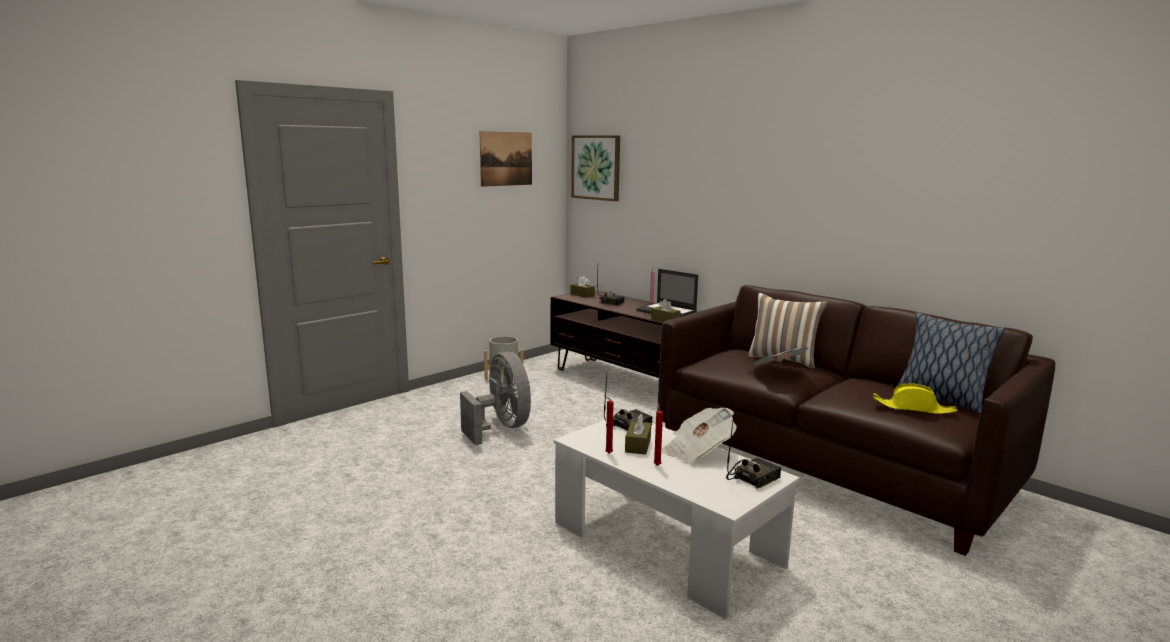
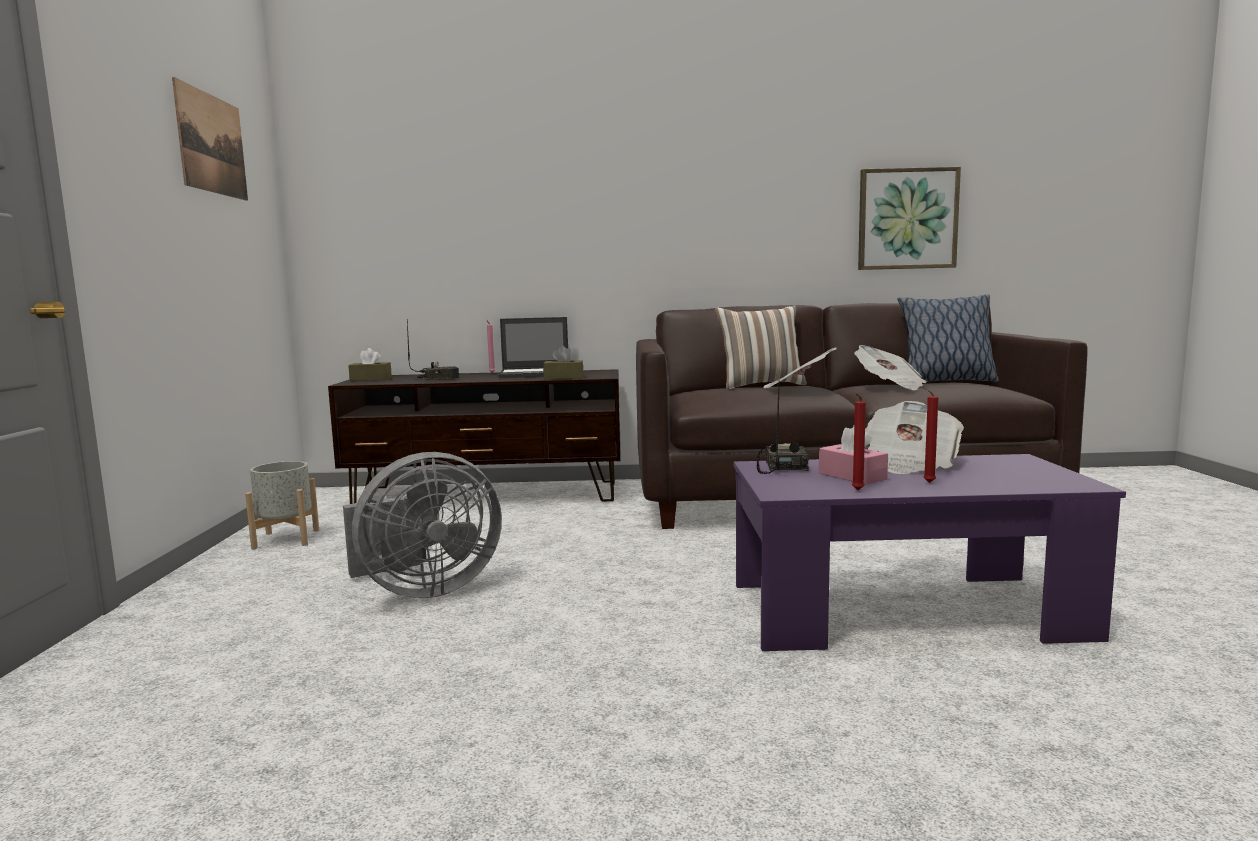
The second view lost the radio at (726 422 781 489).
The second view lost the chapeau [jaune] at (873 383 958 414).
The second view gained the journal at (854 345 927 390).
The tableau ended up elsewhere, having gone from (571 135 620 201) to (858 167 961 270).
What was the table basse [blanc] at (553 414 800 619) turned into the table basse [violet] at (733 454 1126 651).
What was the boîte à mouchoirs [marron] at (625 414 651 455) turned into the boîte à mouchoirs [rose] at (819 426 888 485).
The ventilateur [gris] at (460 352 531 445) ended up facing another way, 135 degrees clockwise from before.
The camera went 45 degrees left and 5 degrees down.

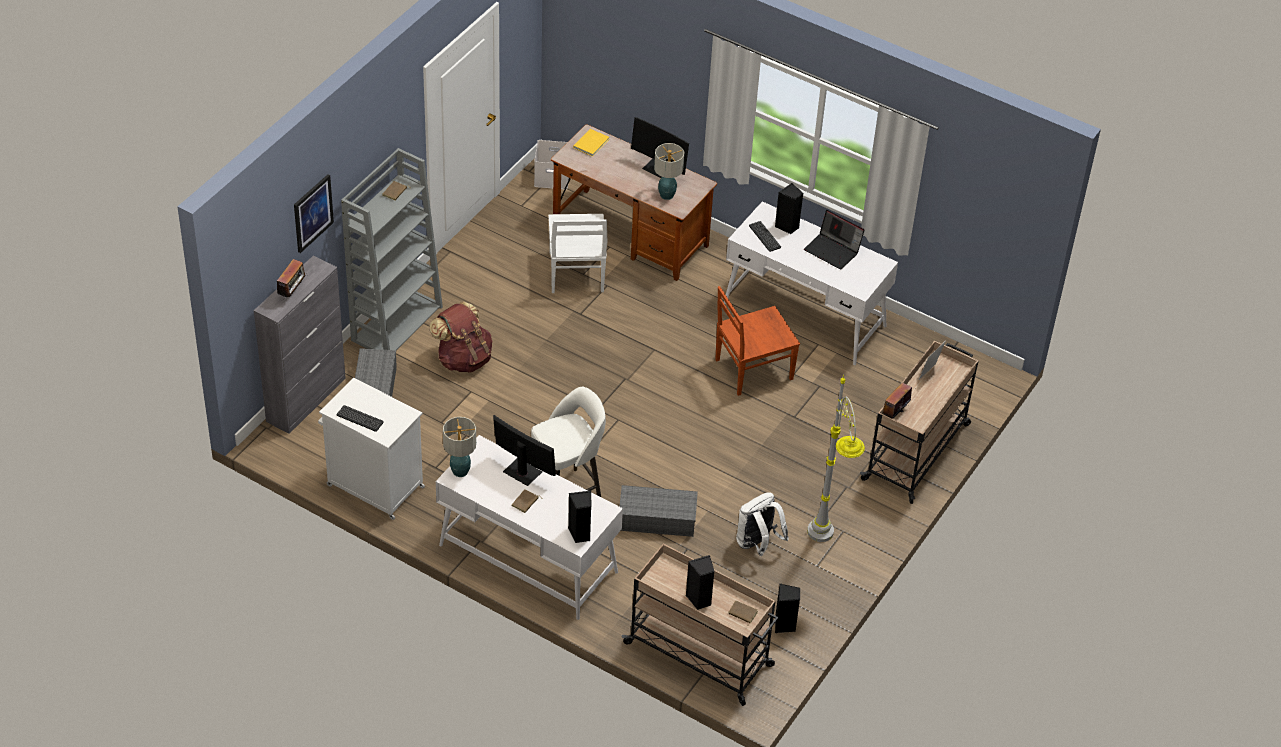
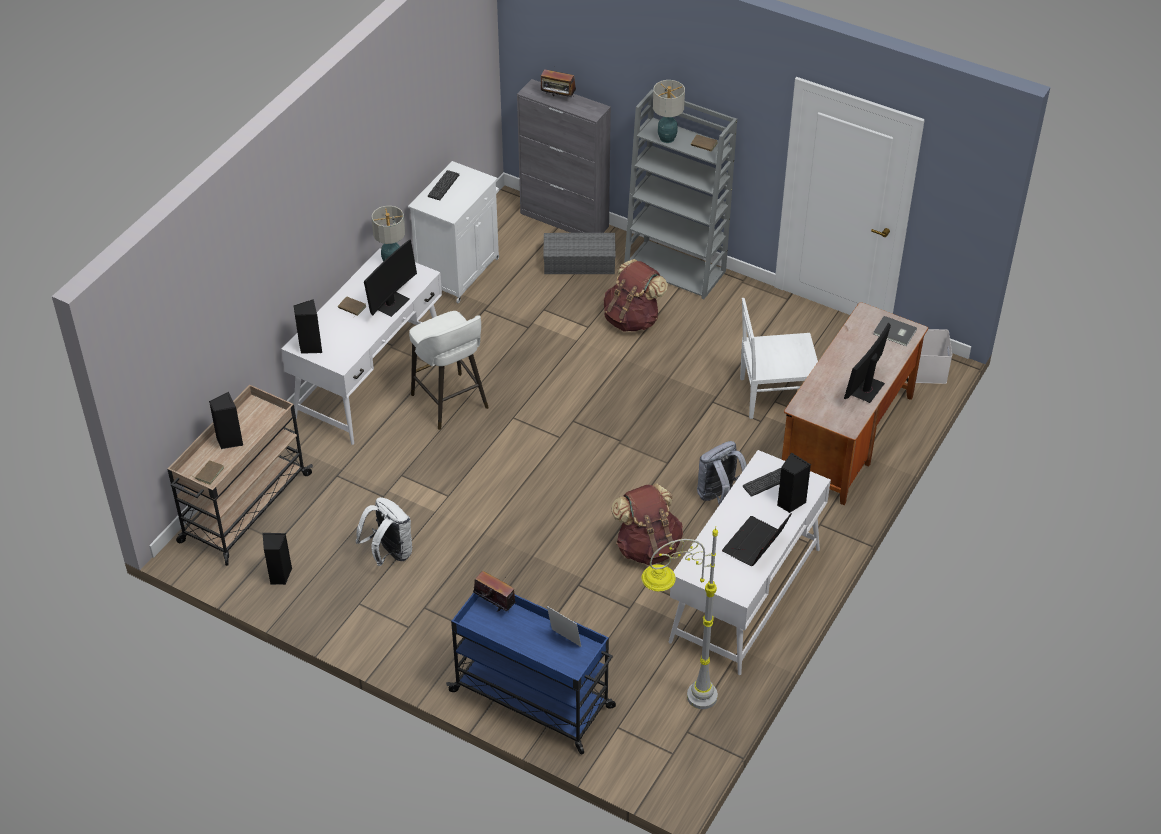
The second view lost the tableau at (294 174 334 253).
The second view lost the boîte de rangement [gris] at (619 485 698 537).
The second view gained the sac à dos [gris] at (697 441 747 505).
The lampe de table ended up elsewhere, having gone from (654 143 684 200) to (653 80 685 143).
The lampadaire [gris] ended up elsewhere, having gone from (807 375 865 542) to (641 526 718 709).
Where the chaise [marron] stood at (715 286 800 396), the sac à dos [marron] came to stand at (611 483 683 565).
What was the livre [jaune] at (573 129 609 156) turned into the livre [gris] at (874 316 917 346).
What was the chariot [beige] at (860 340 979 504) turned into the chariot [bleu] at (446 593 616 755).
The camera went 90 degrees right and 0 degrees up.

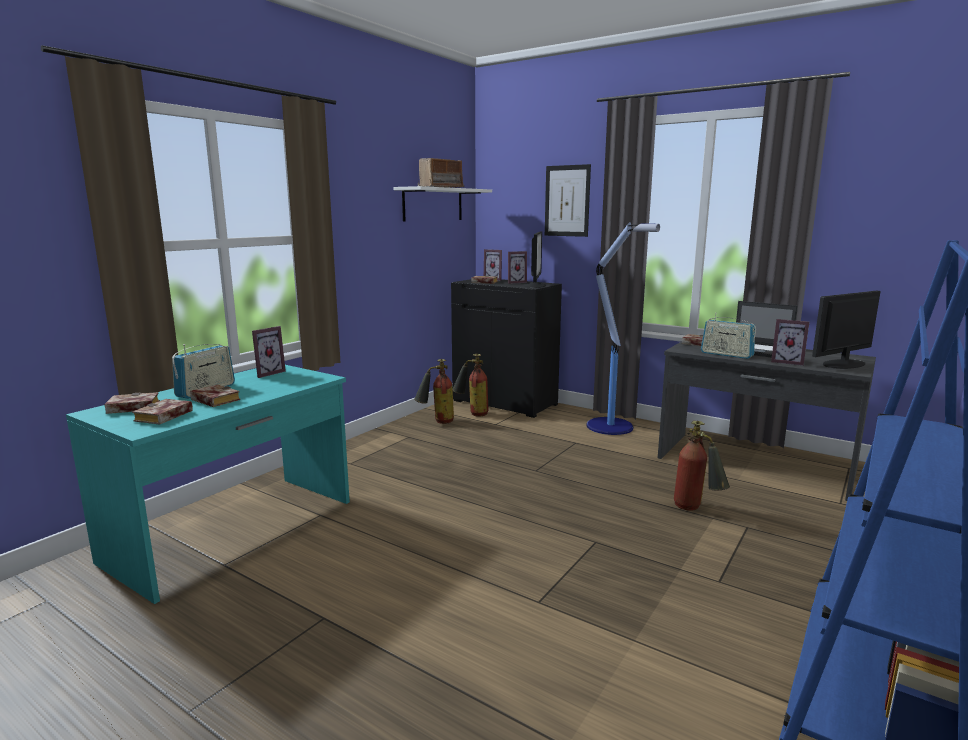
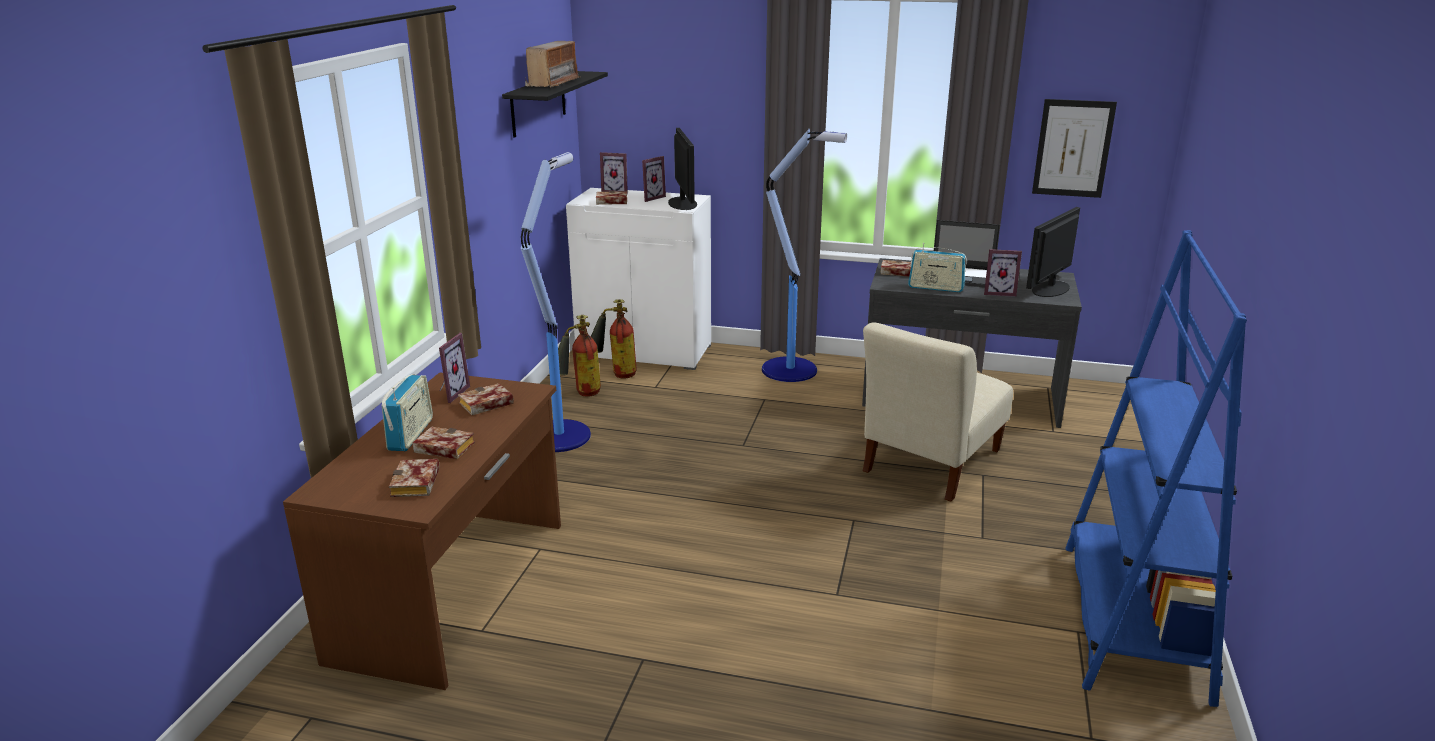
The second view gained the lampadaire at (521 152 591 452).
The livre ended up elsewhere, having gone from (104 392 160 414) to (458 383 514 415).
The tableau ended up elsewhere, having gone from (545 164 591 237) to (1032 99 1117 198).
Where the extincteur stood at (674 421 730 511), the chaise [beige] came to stand at (863 323 1013 502).
What was the bureau [turquoise] at (66 365 350 604) turned into the bureau [marron] at (283 372 561 690).
What was the étagère [blanc] at (394 186 492 221) turned into the étagère [noir] at (502 71 608 138).
What was the meuble de rangement [noir] at (451 279 562 418) turned into the meuble de rangement [blanc] at (566 188 711 370).
The camera went 20 degrees left and 10 degrees up.

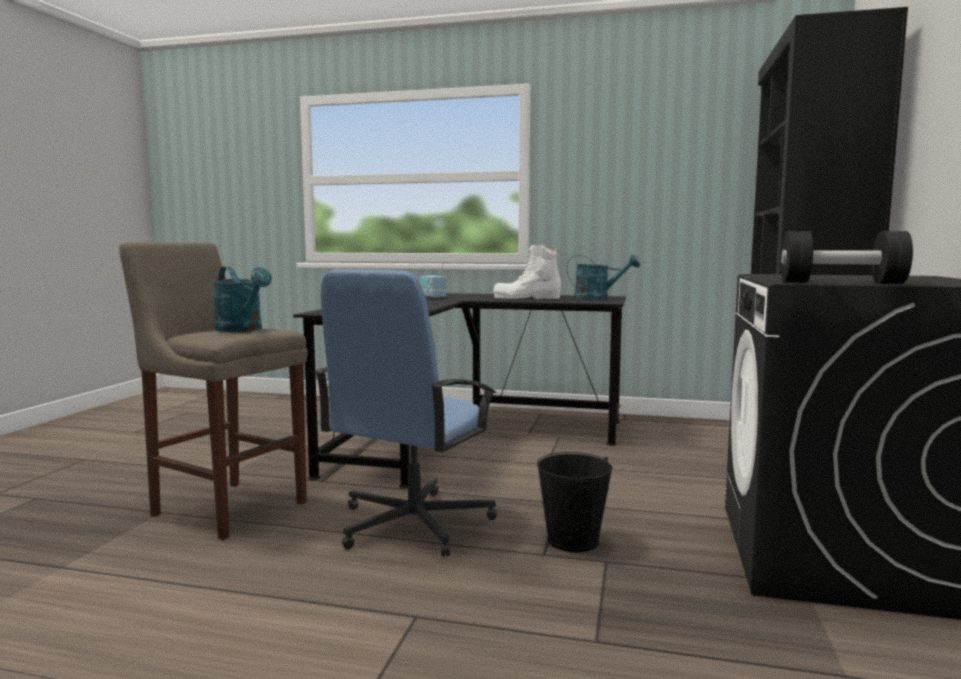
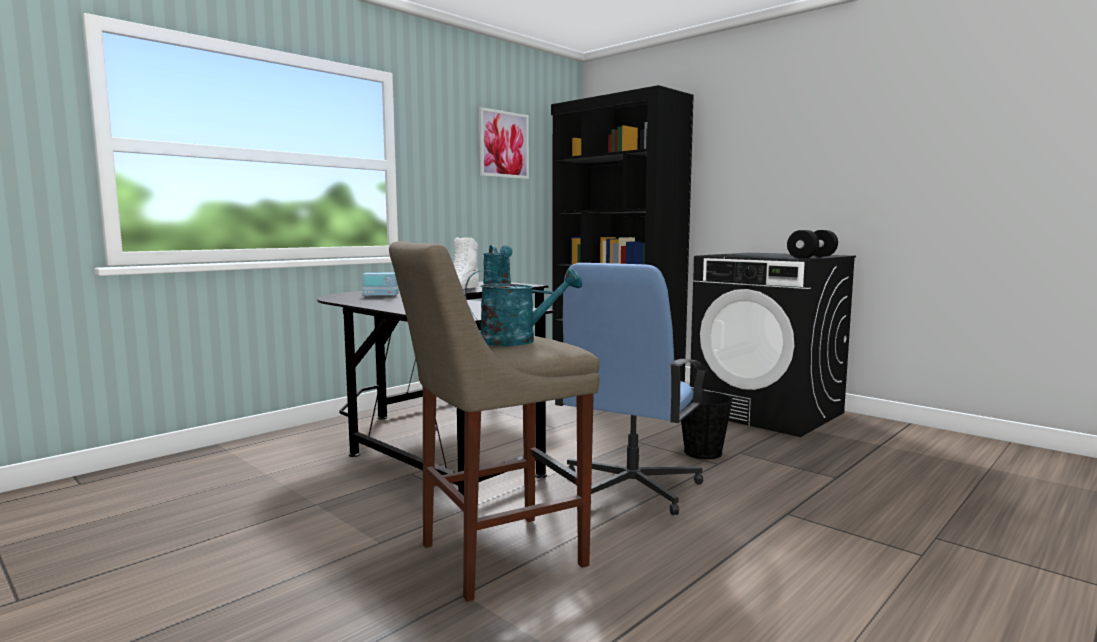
The second view gained the tableau at (479 107 529 179).
The chaise de bureau [bleu] at (314 269 497 557) ended up facing another way, 60 degrees clockwise from before.
The arrosoir [turquoise] at (567 254 640 300) ended up facing another way, 120 degrees clockwise from before.
The camera went 60 degrees left and 0 degrees up.

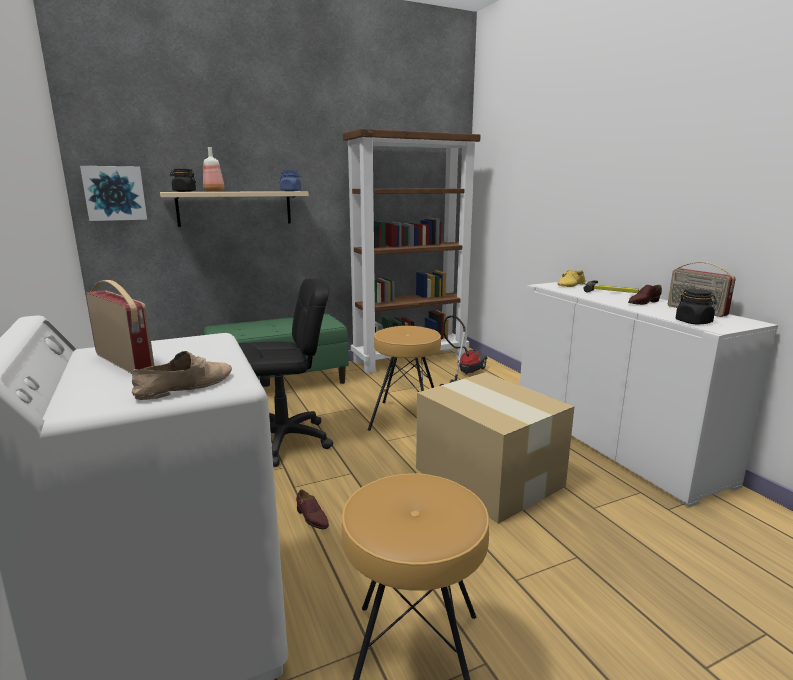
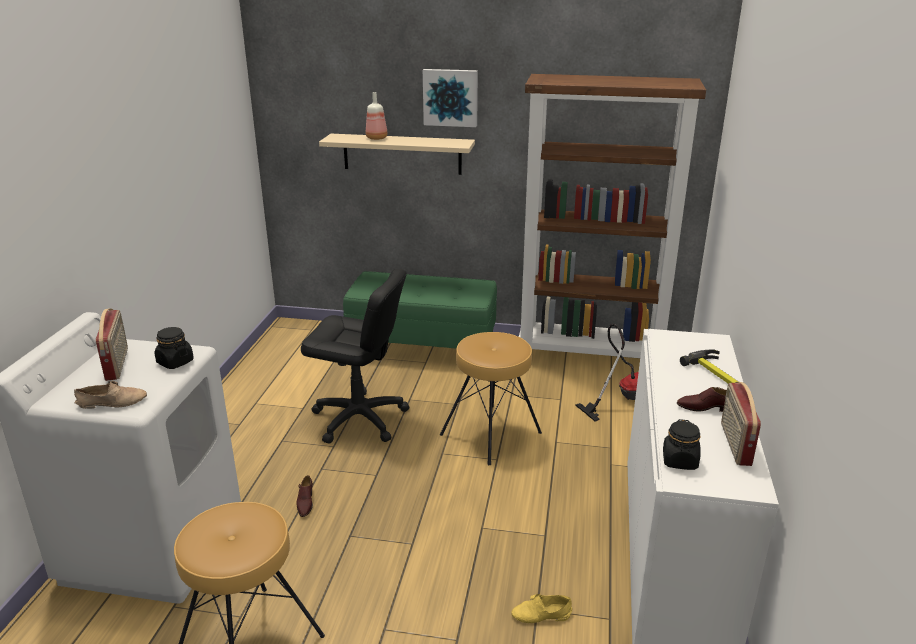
The second view lost the bocal [bleu] at (280 170 301 191).
The second view lost the carton at (416 372 575 523).
The tableau ended up elsewhere, having gone from (80 166 147 221) to (423 69 478 127).
The bocal [noir] ended up elsewhere, having gone from (170 169 196 192) to (155 327 194 369).
The chaussure [jaune] ended up elsewhere, having gone from (557 270 586 287) to (511 594 572 623).
The camera went 35 degrees right and 10 degrees up.

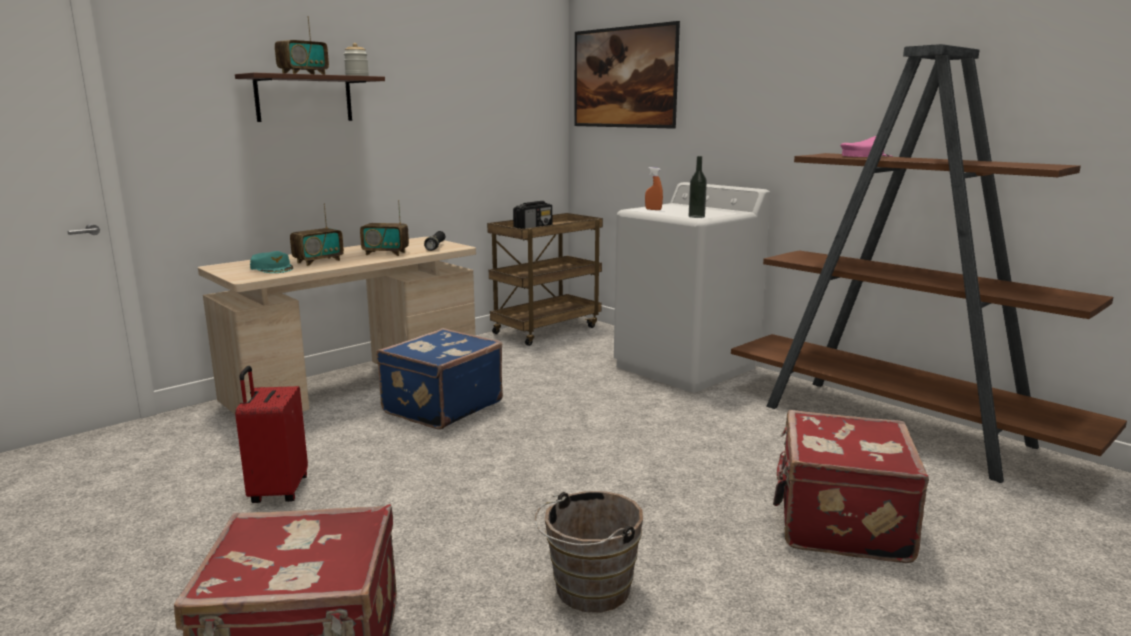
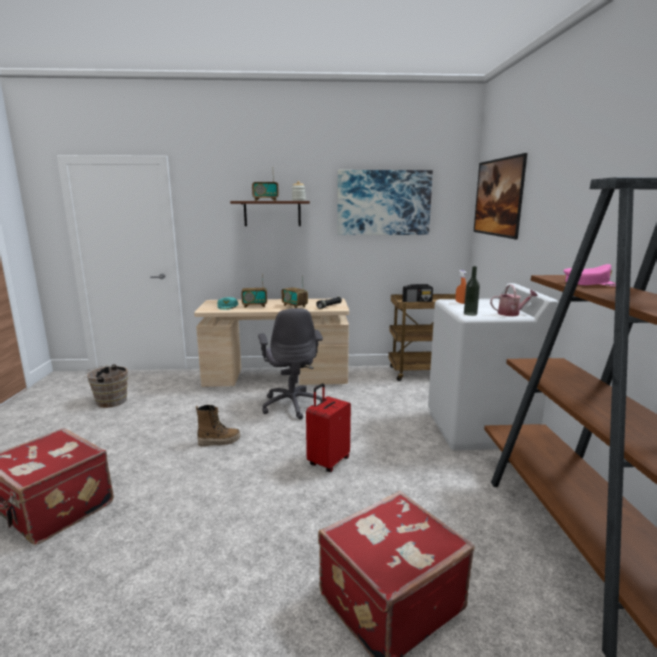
The second view gained the botte at (196 405 240 447).
The second view gained the tableau at (337 170 433 235).
The second view gained the arrosoir at (490 284 538 316).
The valise [rouge] ended up elsewhere, having gone from (235 366 308 503) to (306 384 351 472).
The seau [marron] ended up elsewhere, having gone from (535 491 643 613) to (83 364 128 408).
Where the valise [bleu] stood at (376 328 503 430), the chaise de bureau [gris] came to stand at (258 308 323 419).
The camera went 40 degrees right and 0 degrees up.

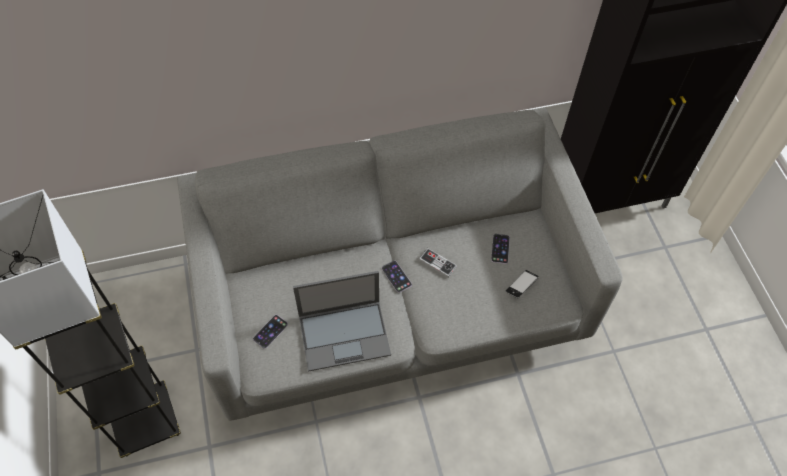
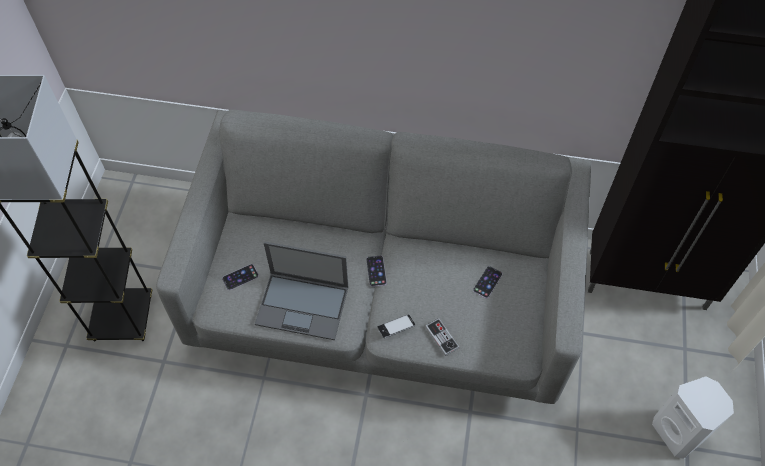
The second view gained the enceinte [blanc] at (652 376 734 459).
The manette ended up elsewhere, having gone from (419 248 457 278) to (425 318 460 356).
The téléphone ended up elsewhere, having gone from (506 270 539 298) to (377 314 415 338).
The camera went 25 degrees right and 0 degrees up.

